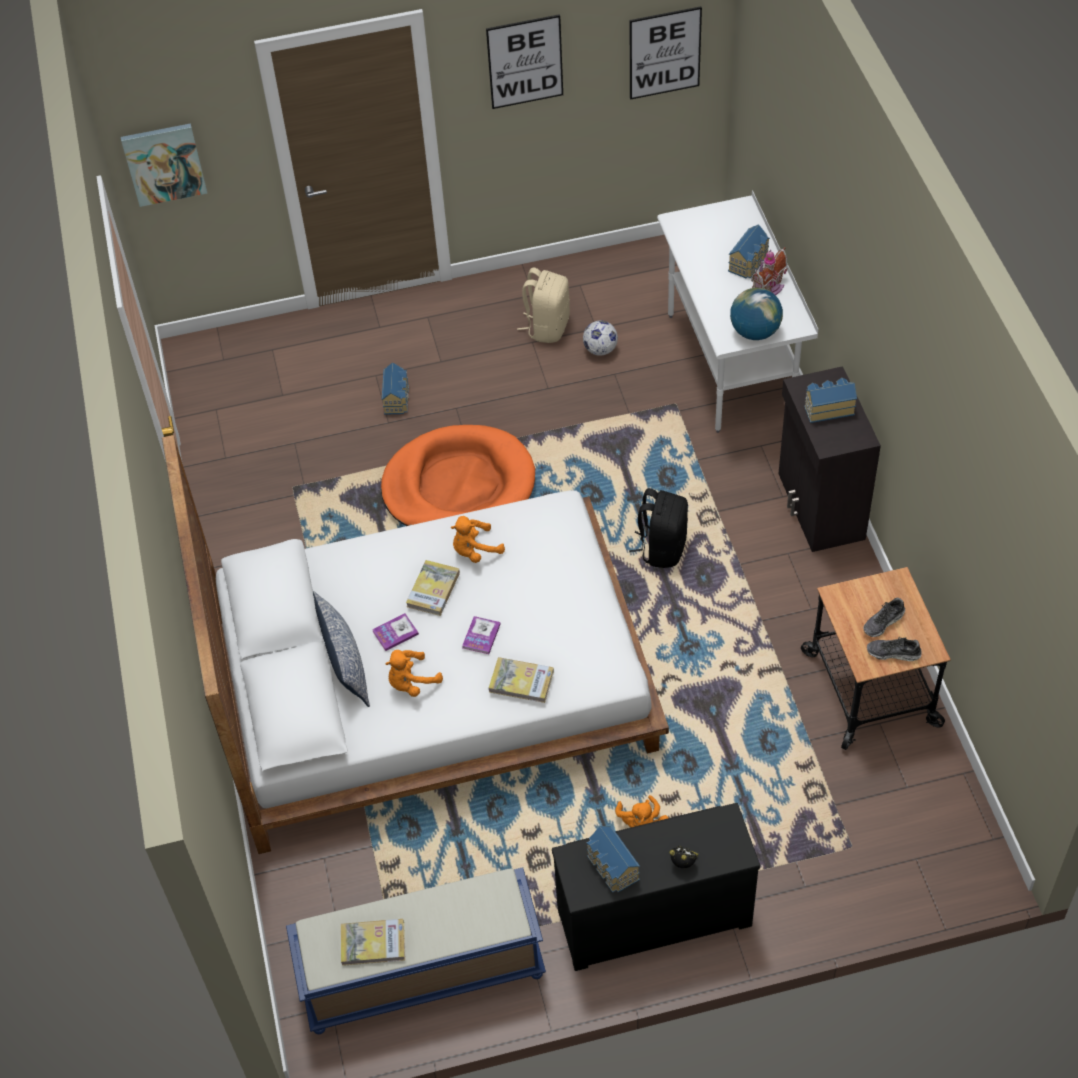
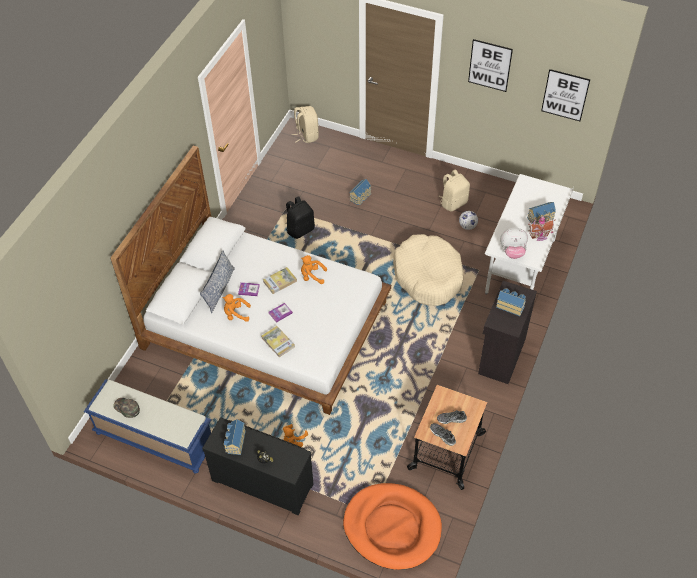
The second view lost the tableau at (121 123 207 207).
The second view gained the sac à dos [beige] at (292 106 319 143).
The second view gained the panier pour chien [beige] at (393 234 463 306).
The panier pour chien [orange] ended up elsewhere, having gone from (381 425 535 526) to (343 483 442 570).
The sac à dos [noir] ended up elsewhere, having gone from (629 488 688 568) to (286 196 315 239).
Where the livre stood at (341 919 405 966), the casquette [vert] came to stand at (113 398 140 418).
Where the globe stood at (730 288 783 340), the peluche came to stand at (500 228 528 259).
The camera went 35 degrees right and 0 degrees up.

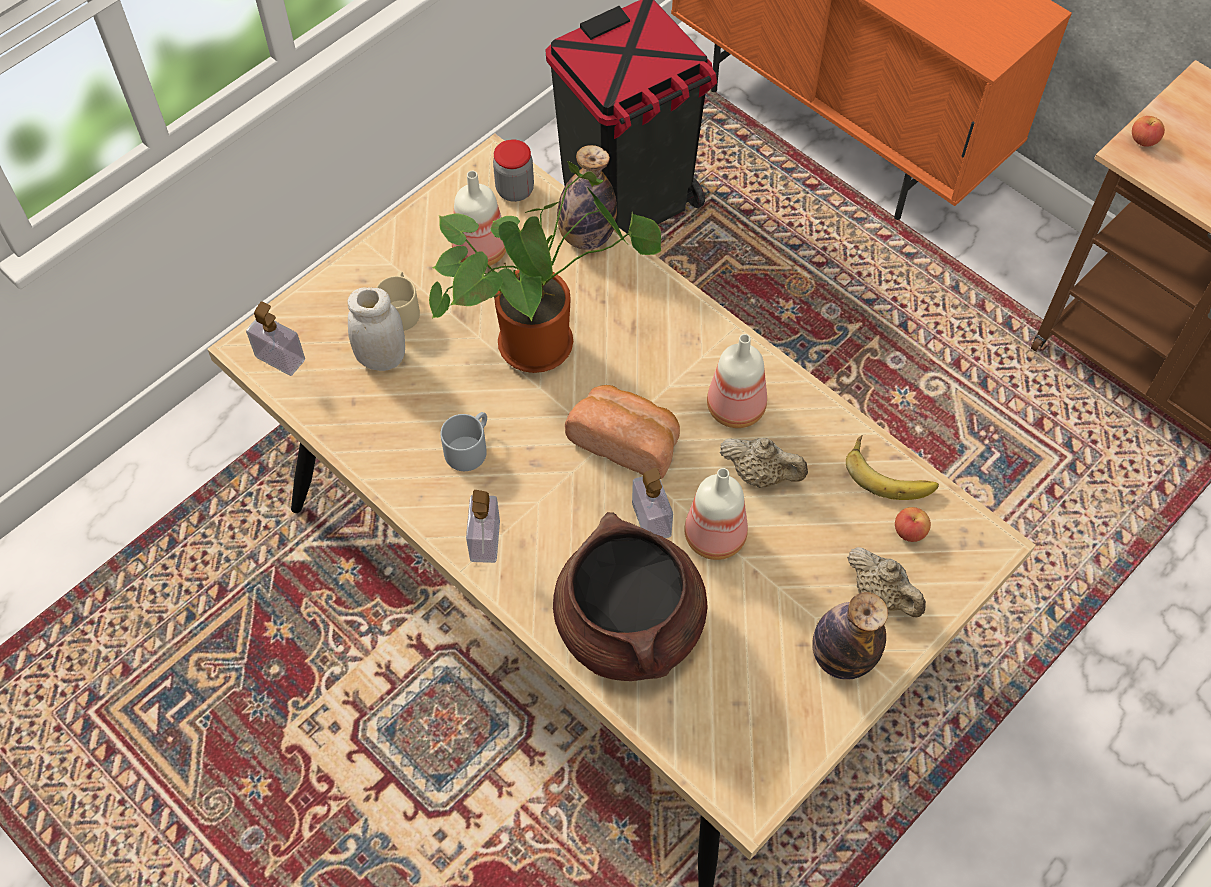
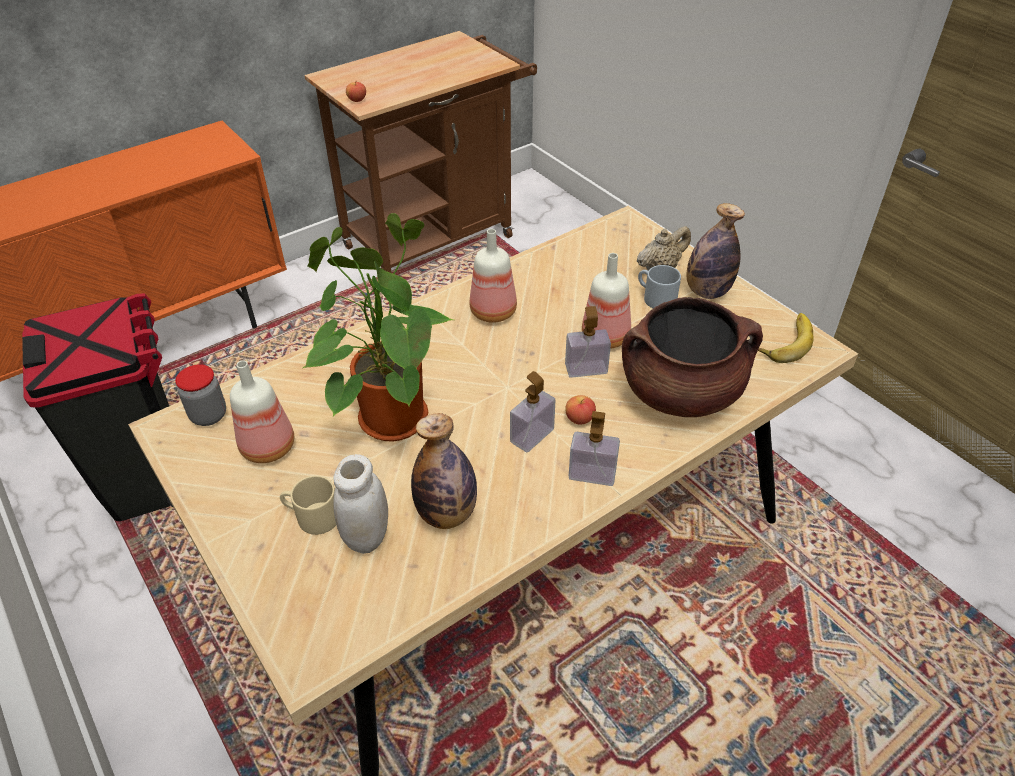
The second view lost the pain at (565 385 680 479).
The second view lost the théière [beige] at (720 438 808 488).
The distributeur de savon ended up elsewhere, having gone from (246 301 305 376) to (510 371 555 453).
The mug [gris] ended up elsewhere, having gone from (440 412 487 471) to (638 265 681 308).
The bouteille ended up elsewhere, having gone from (557 145 617 250) to (411 413 477 529).
The banane ended up elsewhere, having gone from (846 435 939 500) to (758 313 814 363).
The pomme ended up elsewhere, having gone from (895 507 931 542) to (565 395 596 425).
The camera went 80 degrees left and 15 degrees down.

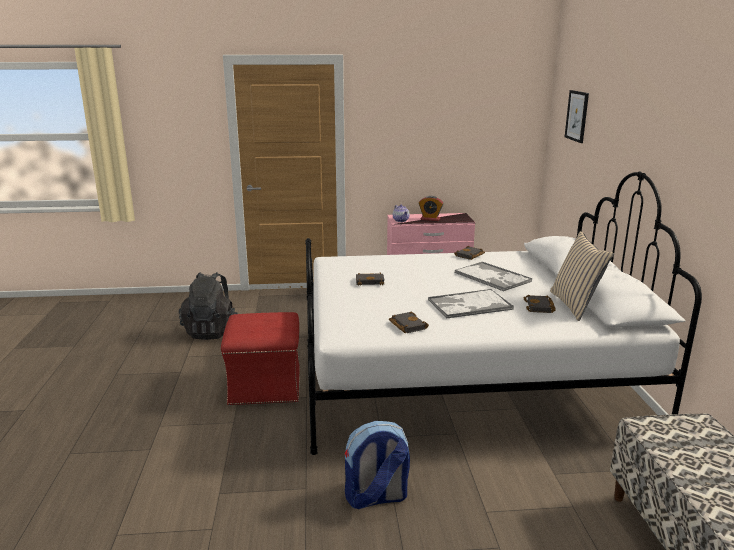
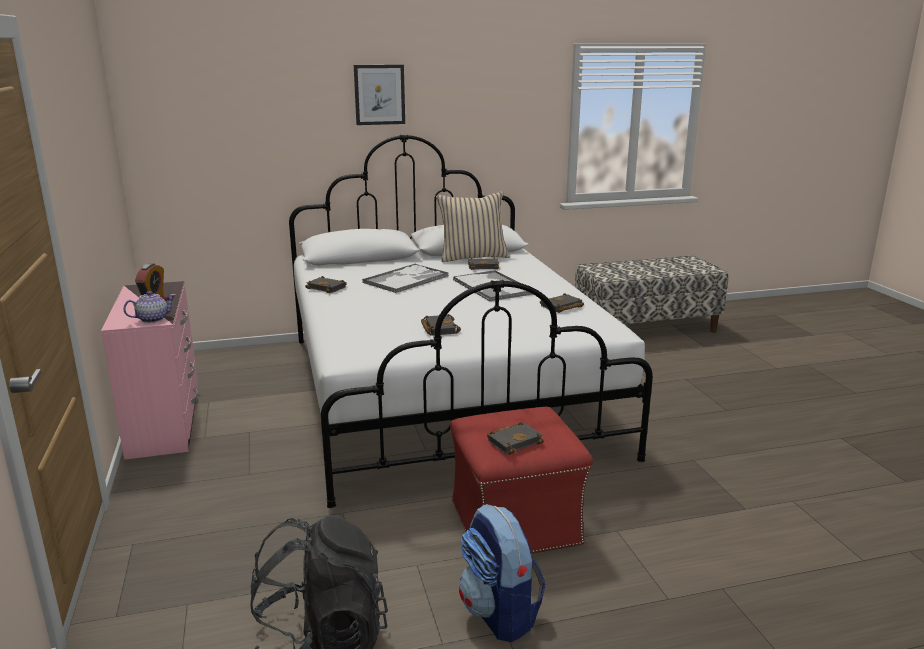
The second view gained the livre [noir] at (487 422 544 455).
The sac à dos ended up elsewhere, having gone from (344 421 410 509) to (459 504 546 642).
The tableau ended up elsewhere, having gone from (565 90 589 143) to (354 65 405 125).
The camera went 100 degrees left and 0 degrees up.

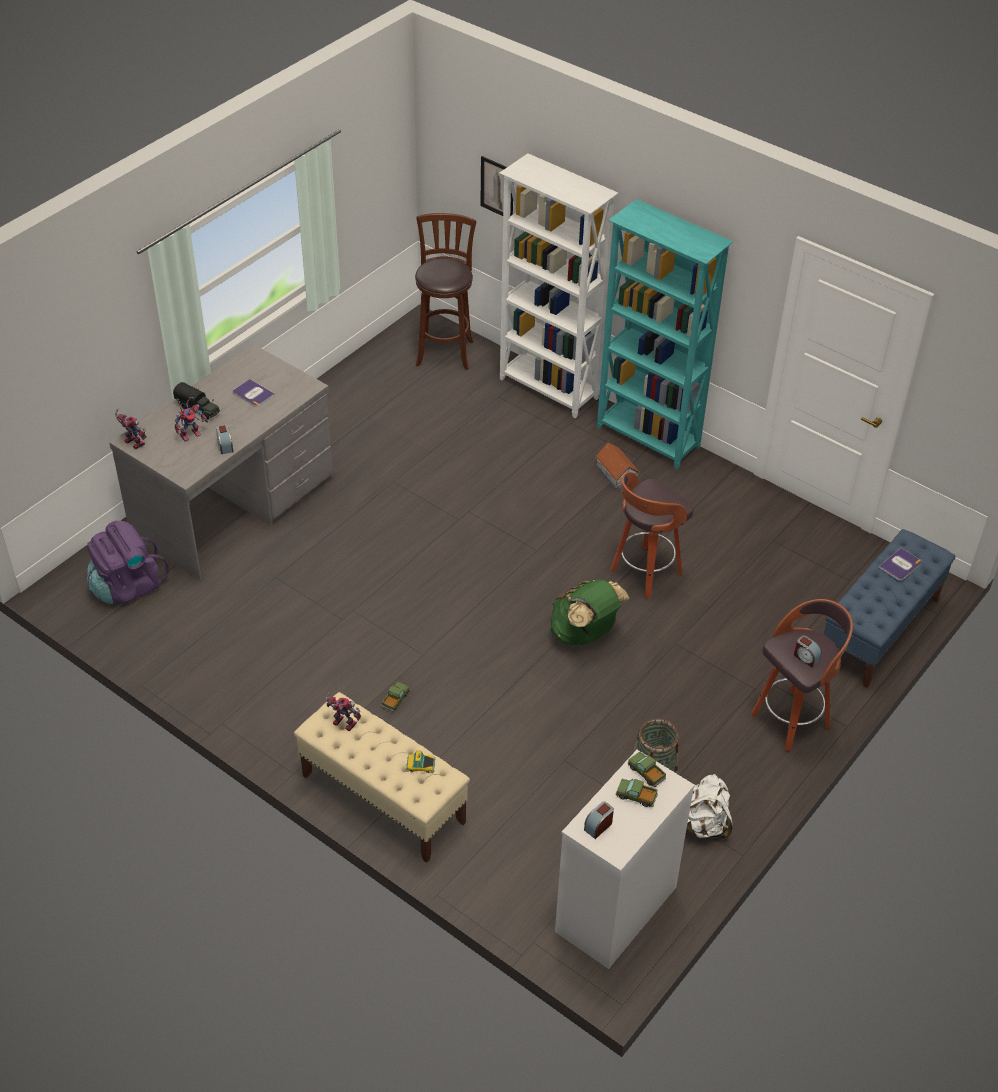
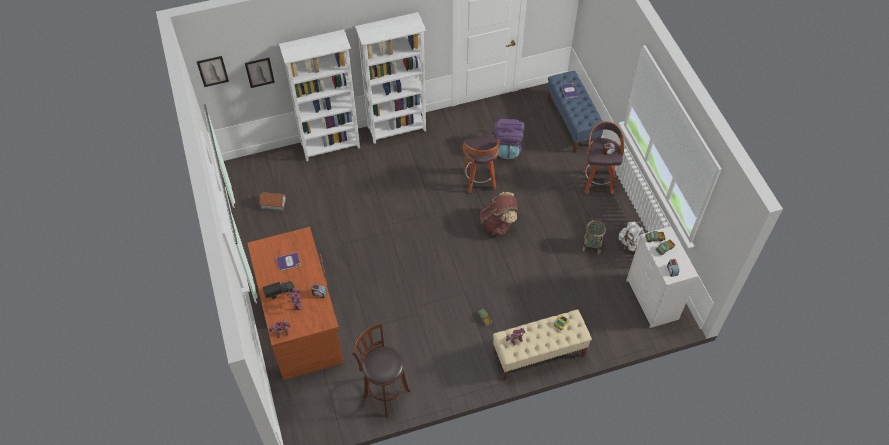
The second view gained the tableau at (197 56 229 87).
The sac à dos [violet] ended up elsewhere, having gone from (87 521 169 605) to (494 119 524 159).
The tabouret [marron] ended up elsewhere, having gone from (415 213 476 370) to (352 323 411 417).
The maison miniature ended up elsewhere, having gone from (596 442 640 489) to (260 192 286 211).
What was the bureau [gris] at (109 344 333 581) turned into the bureau [marron] at (247 227 344 380).
What was the sac à dos [vert] at (550 580 630 645) turned into the sac à dos [marron] at (480 192 518 235).
What was the bibliothèque [turquoise] at (597 199 733 470) turned into the bibliothèque [blanc] at (355 12 426 144).
The camera went 55 degrees left and 10 degrees up.

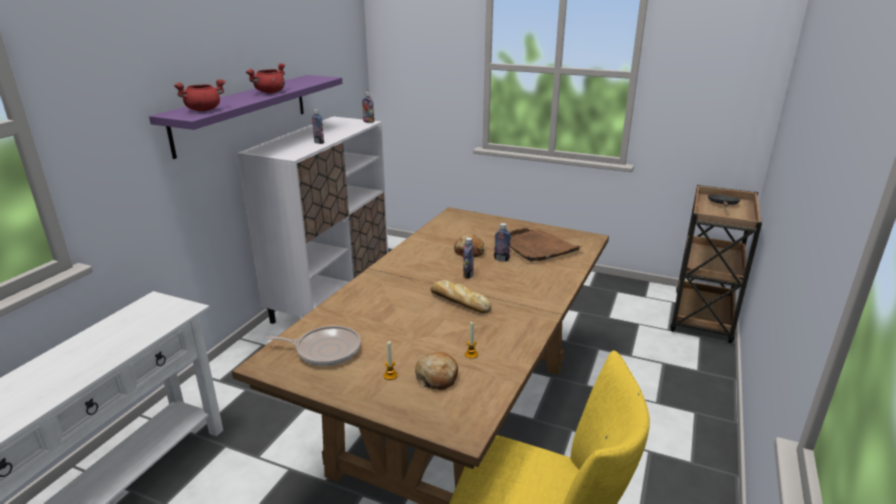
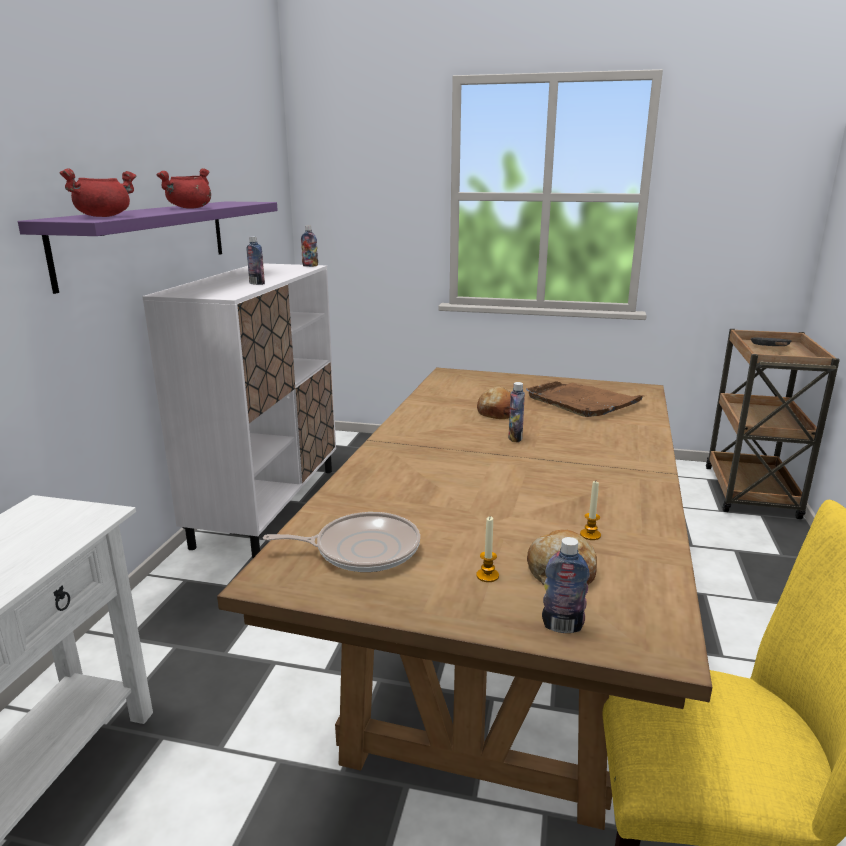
The second view lost the pain at (431 280 491 313).
The bouteille ended up elsewhere, having gone from (494 223 511 262) to (542 537 590 633).
The camera went 10 degrees left and 5 degrees down.

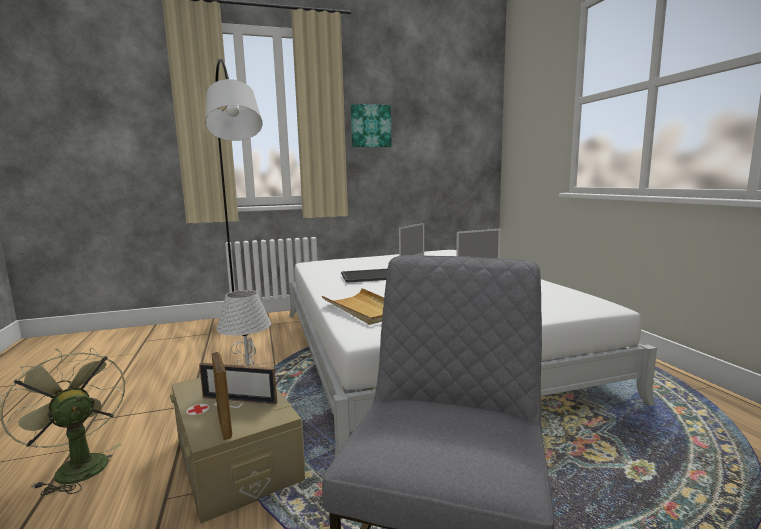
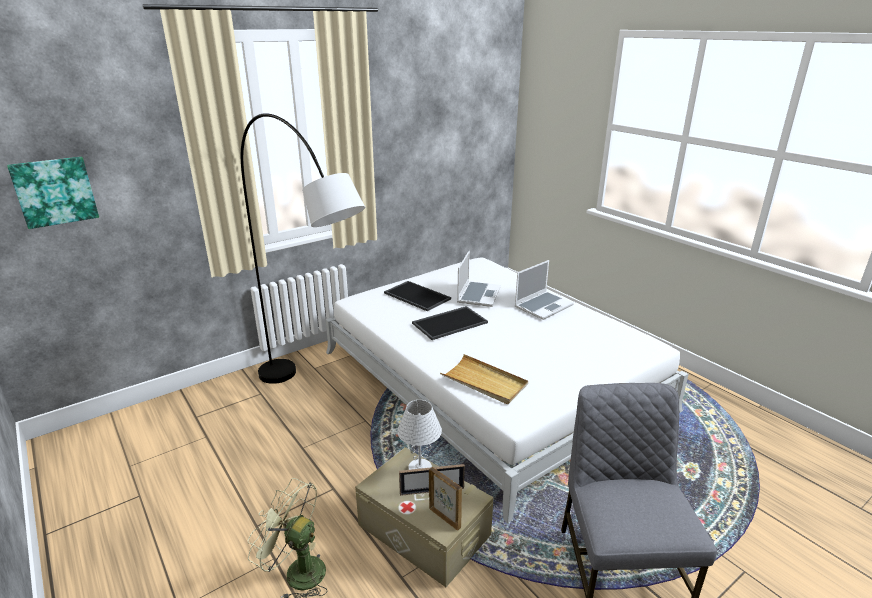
The second view gained the plateau at (384 281 451 311).
The tableau ended up elsewhere, having gone from (350 104 392 147) to (7 157 99 229).
The camera went 20 degrees left and 15 degrees up.

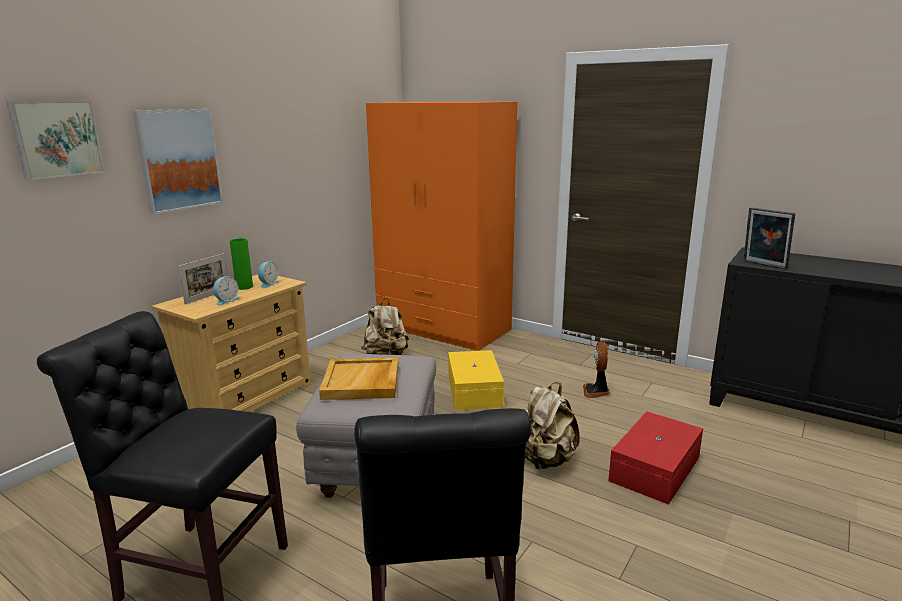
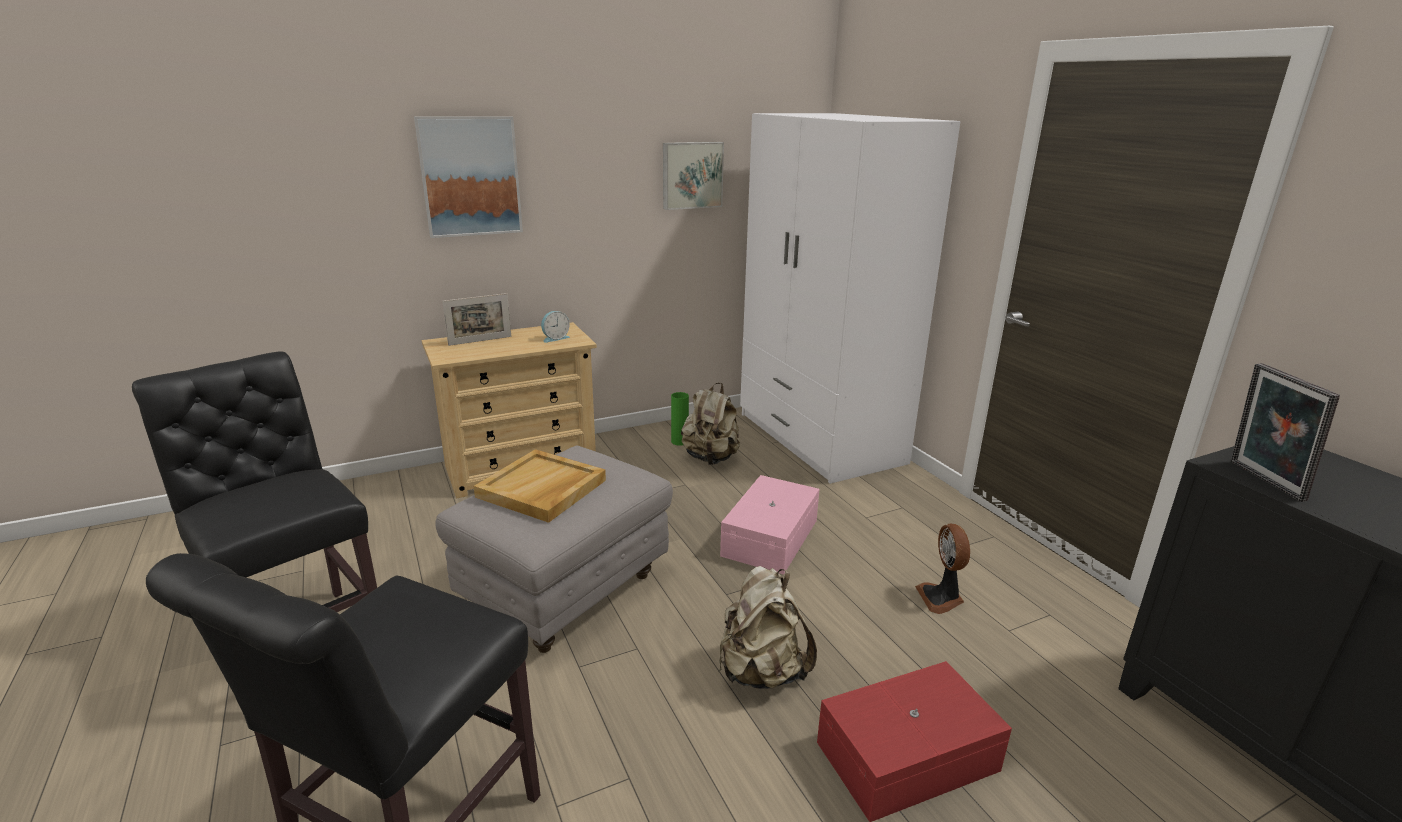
The second view lost the réveil at (213 276 240 305).
The tableau ended up elsewhere, having gone from (7 101 105 180) to (663 142 724 210).
The vase [vert] ended up elsewhere, having gone from (230 238 253 290) to (671 392 689 446).
What was the armoire [orange] at (366 102 517 351) turned into the armoire [blanc] at (740 113 961 484).
What was the boîte de rangement [jaune] at (448 350 504 410) turned into the boîte de rangement [rose] at (720 475 819 575).
The ventilateur at (583 342 610 398) ended up facing another way, 45 degrees counterclockwise from before.
The camera went 30 degrees right and 5 degrees up.

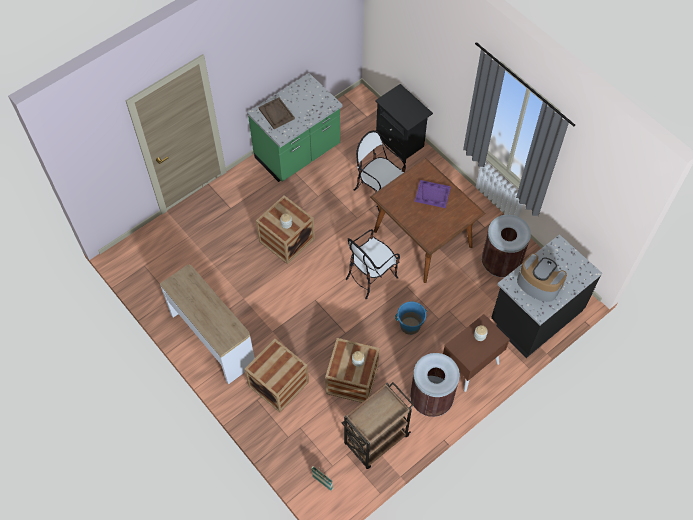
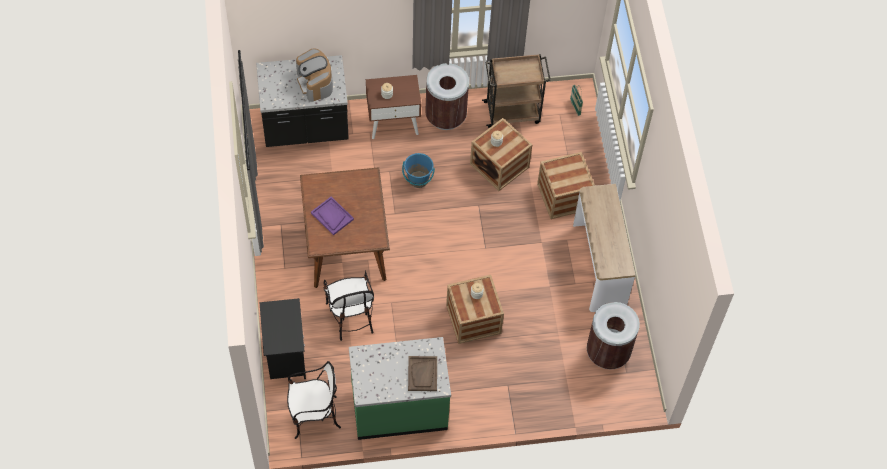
The chaise ended up elsewhere, having gone from (346 229 400 299) to (287 361 341 439).
The poubelle [marron] ended up elsewhere, having gone from (482 215 531 277) to (587 302 640 369).
The camera went 150 degrees left and 0 degrees up.

